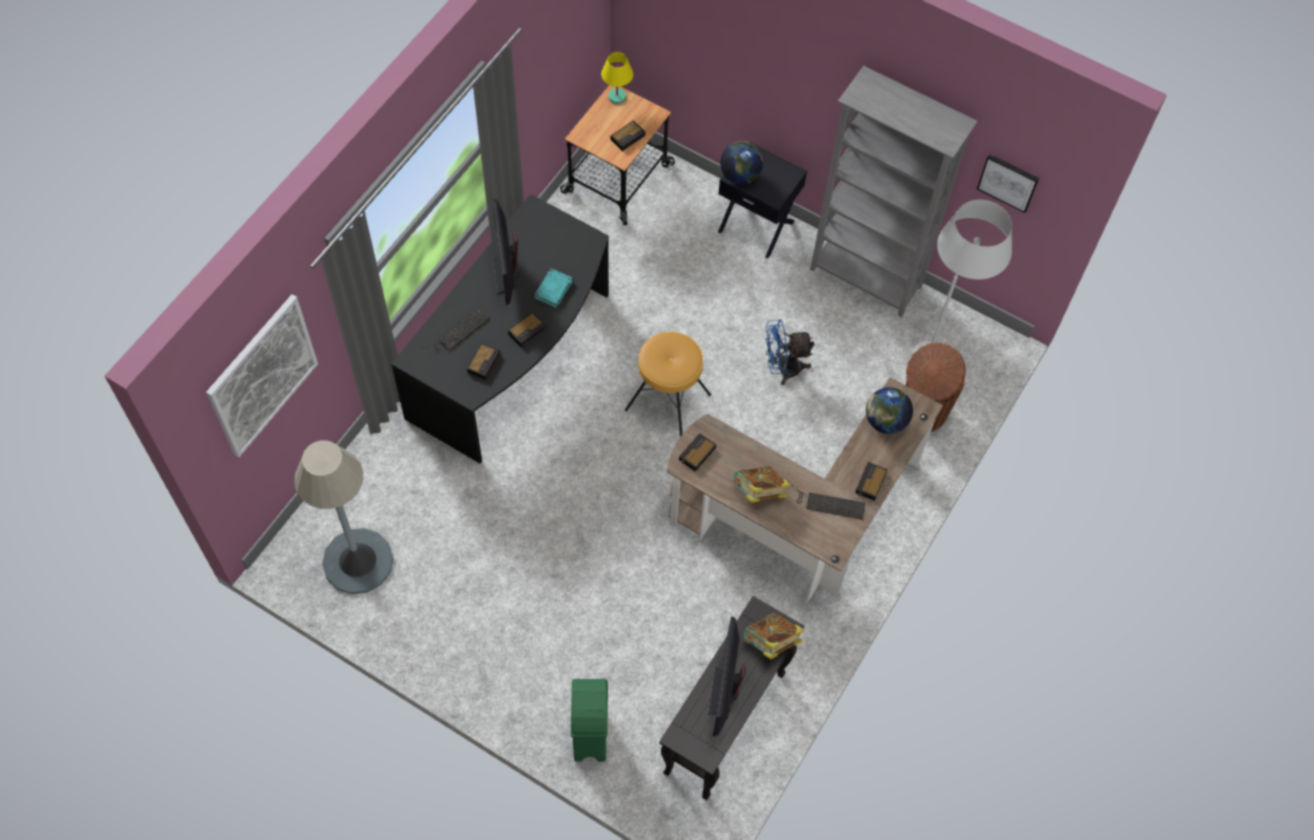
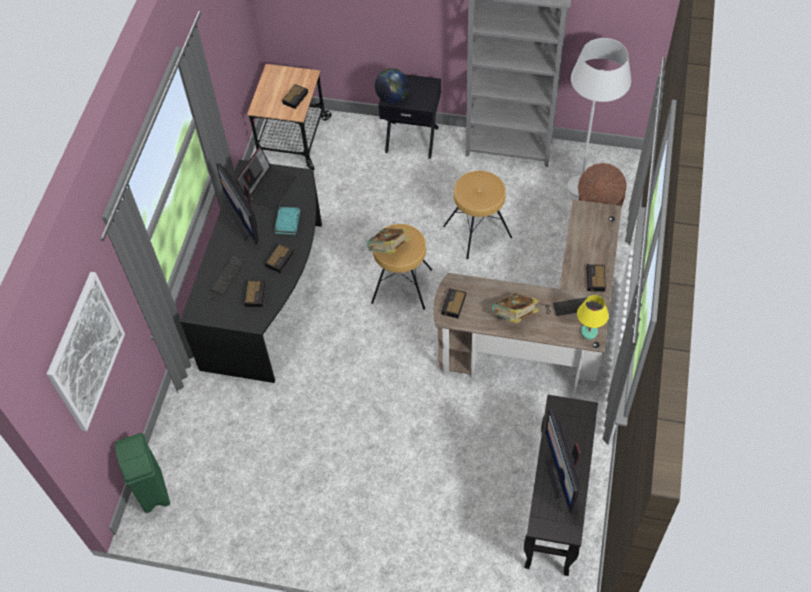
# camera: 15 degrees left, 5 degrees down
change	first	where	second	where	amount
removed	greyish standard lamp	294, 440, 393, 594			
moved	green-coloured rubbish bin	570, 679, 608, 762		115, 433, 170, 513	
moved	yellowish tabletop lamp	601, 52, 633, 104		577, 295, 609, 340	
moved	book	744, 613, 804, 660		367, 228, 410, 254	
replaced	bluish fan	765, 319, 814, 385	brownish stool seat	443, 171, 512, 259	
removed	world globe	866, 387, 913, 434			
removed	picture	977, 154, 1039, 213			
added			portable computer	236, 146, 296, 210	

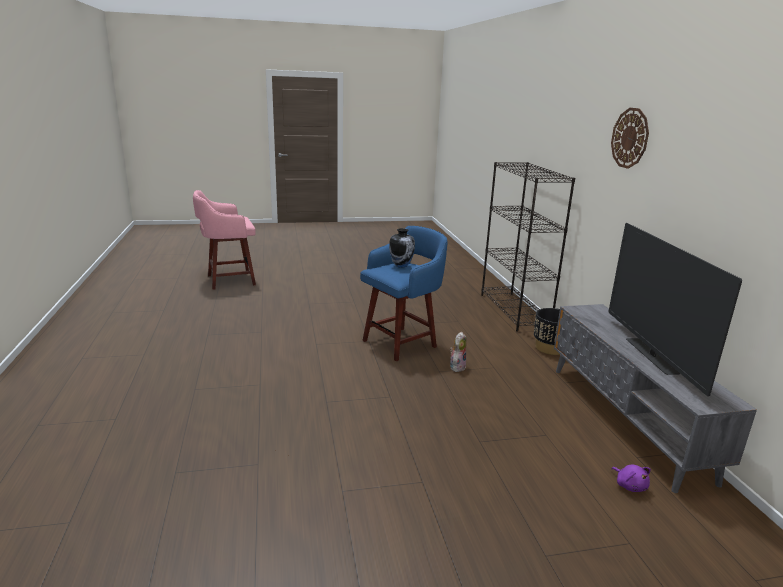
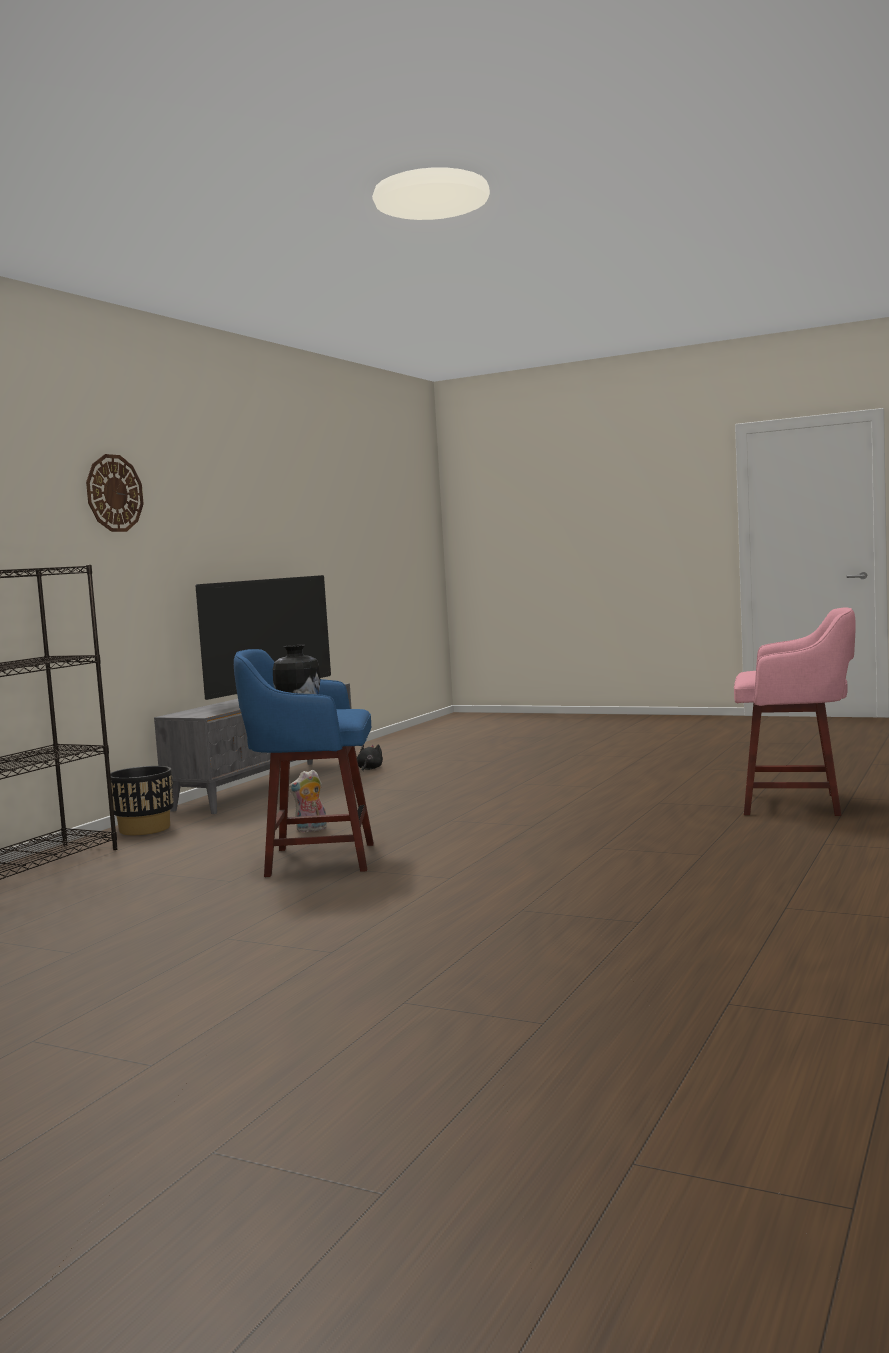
# camera: 140 degrees left, 15 degrees down
change	first	where	second	where	amount
moved	pinkish stool seat	193, 190, 256, 290		734, 608, 856, 816	
recoloured	purple cuddly toy	612, 465, 651, 492	blackish cuddly toy	357, 744, 383, 771	

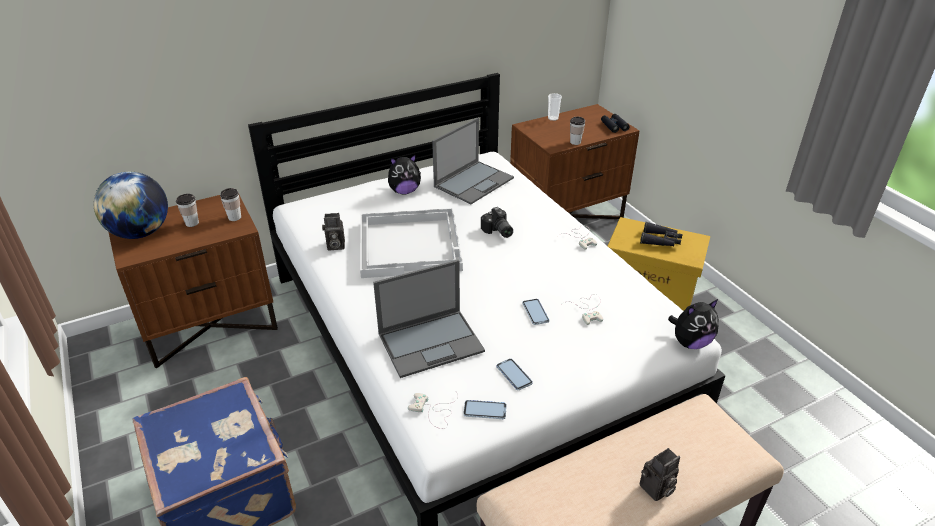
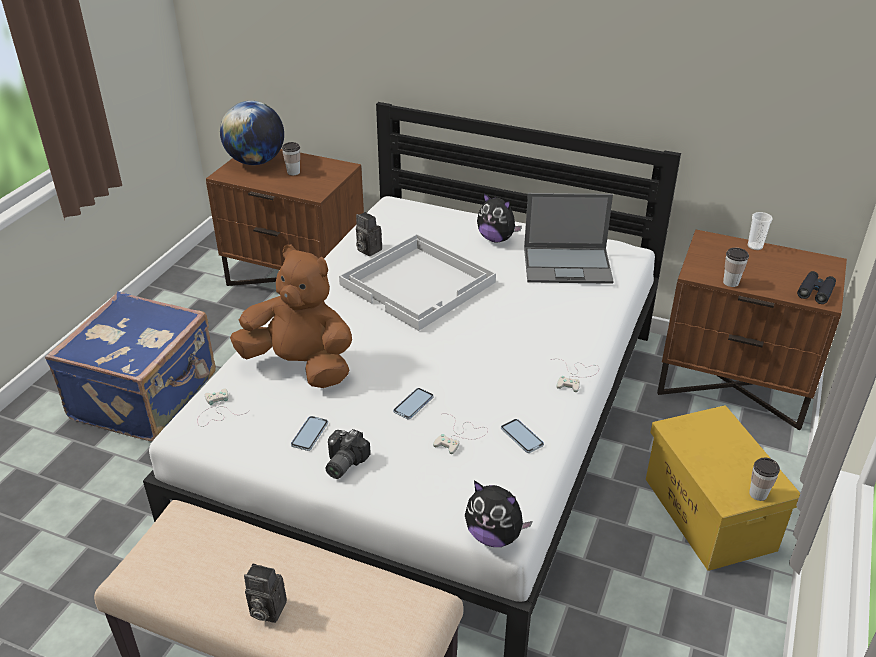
# camera: 50 degrees right, 0 degrees up
change	first	where	second	where	amount
moved	drinking cup	220, 188, 241, 221		749, 458, 780, 501	
replaced	portable computer	373, 260, 485, 378	brownish cuddly toy	230, 245, 352, 388	
moved	handset	463, 400, 507, 419		501, 419, 544, 453	
moved	photo camera	481, 207, 513, 238		325, 429, 371, 479	
removed	blackish pair of binoculars	640, 222, 683, 247			

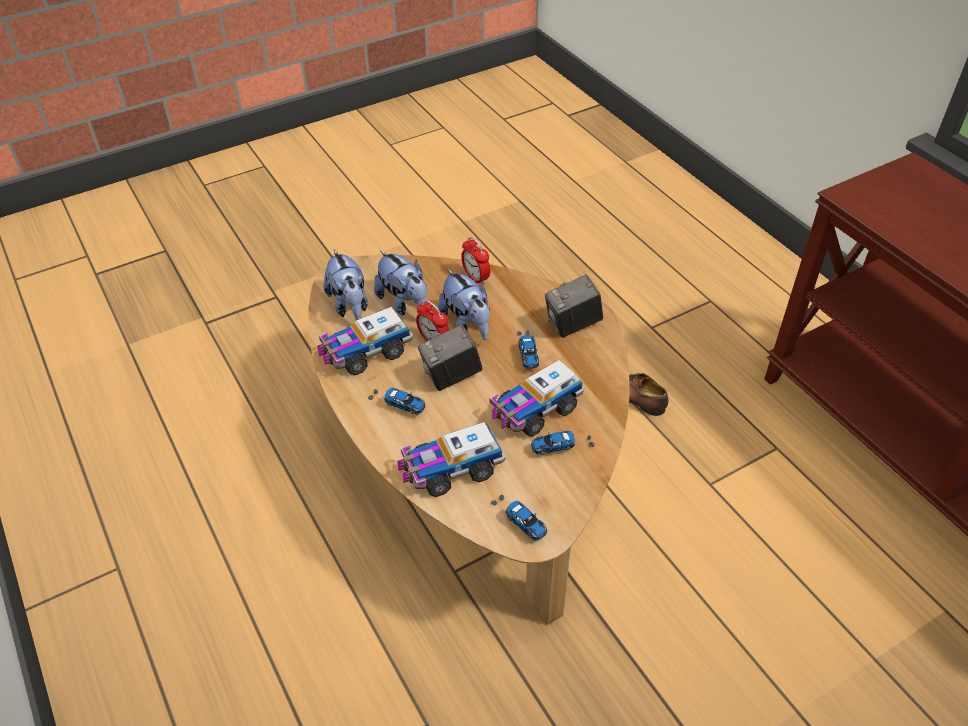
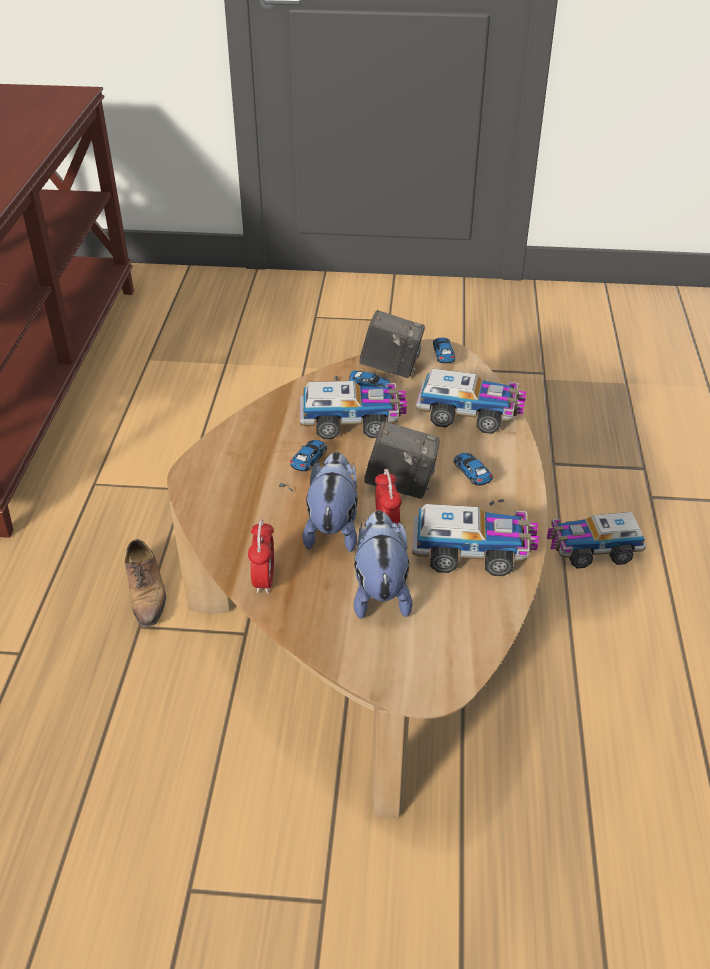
# camera: 145 degrees left, 5 degrees down
change	first	where	second	where	amount
removed	cuddly toy	323, 249, 368, 320			
moved	photo camera	545, 275, 603, 338		360, 310, 425, 378	
added			model truck	547, 512, 646, 569	

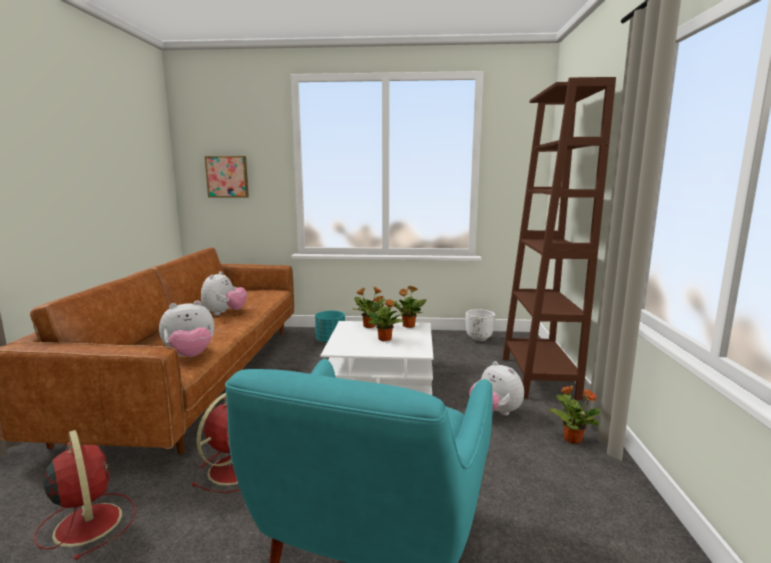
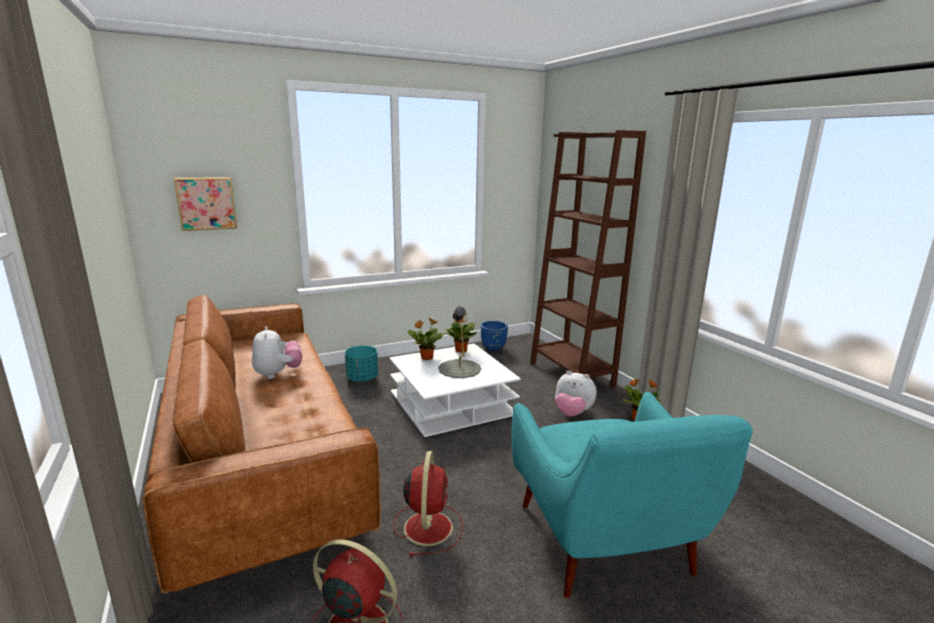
# camera: 30 degrees left, 5 degrees up
change	first	where	second	where	amount
removed	cuddly toy	159, 300, 214, 357			
replaced	potted plant	366, 296, 404, 341	greyish tabletop lamp	438, 307, 481, 378	
recoloured	white-coloured flower pot	465, 309, 495, 341	bluish flower pot	481, 321, 508, 351	

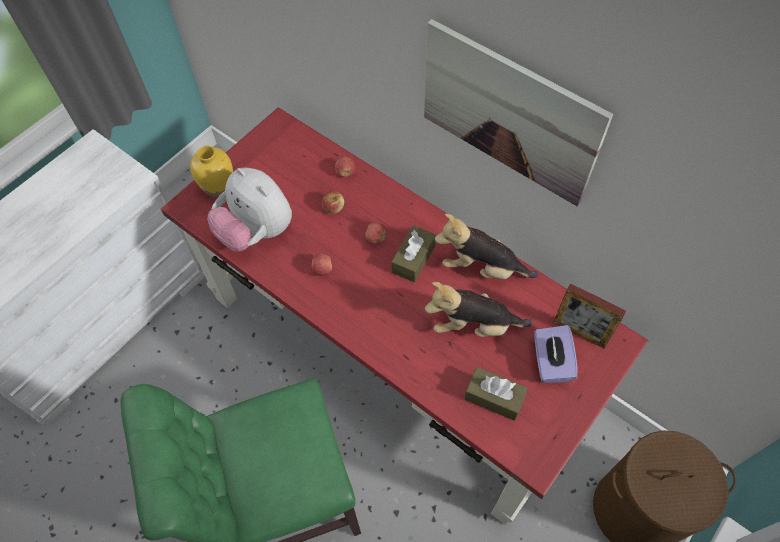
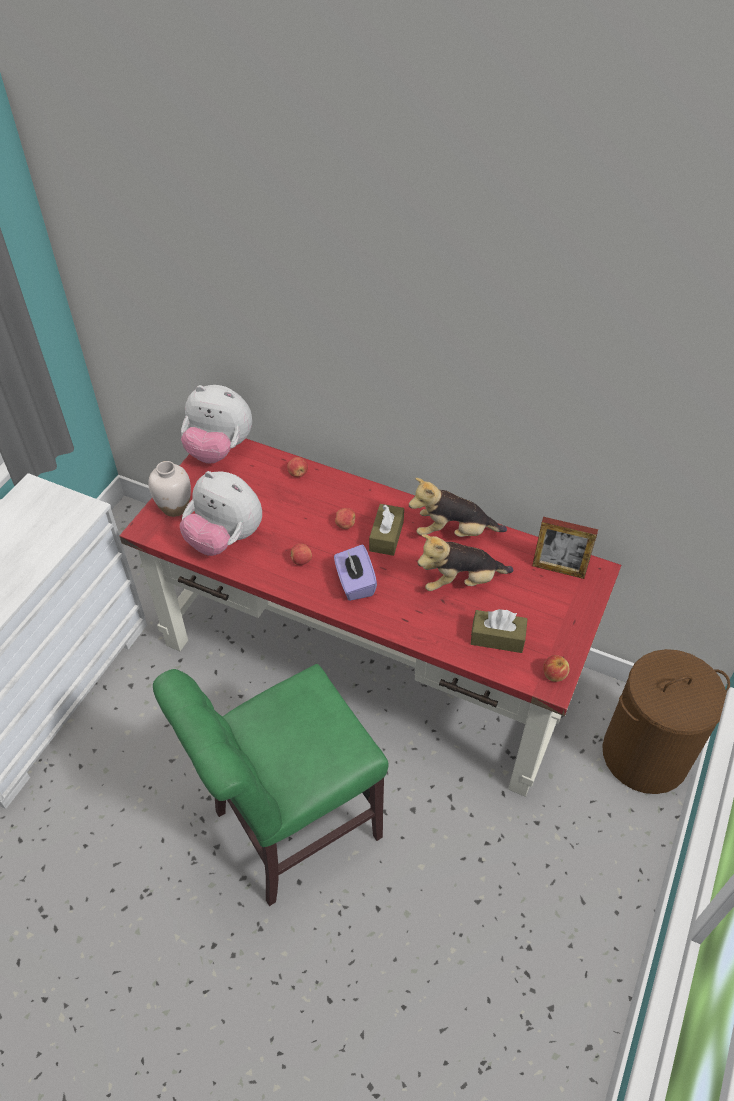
# camera: 15 degrees left, 10 degrees down
change	first	where	second	where	amount
recoloured	yellowish vase	190, 146, 233, 198	white-coloured vase	148, 461, 191, 517	
moved	apple fruit	322, 191, 344, 214		543, 655, 569, 682	
removed	picture	424, 19, 613, 206			
moved	purple tissue holder	535, 325, 578, 383		334, 545, 377, 601	
added			cuddly toy	181, 385, 252, 464	

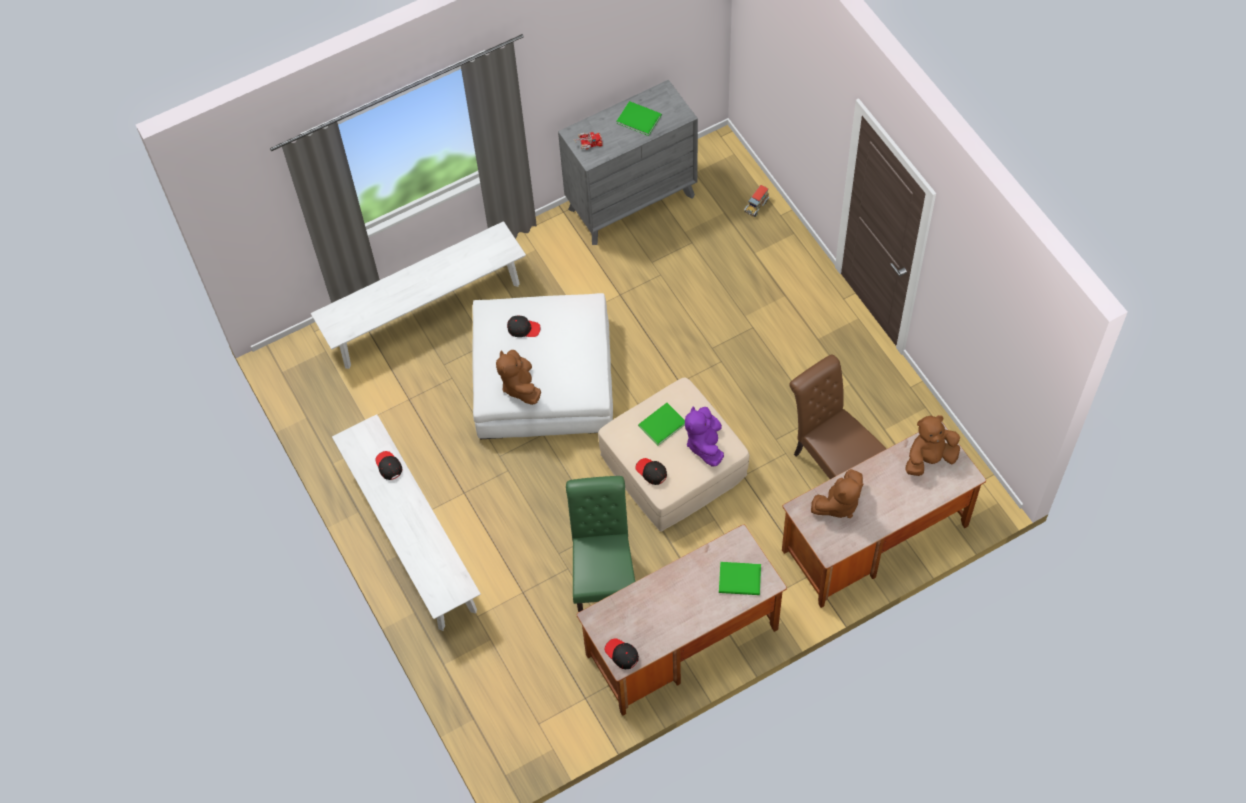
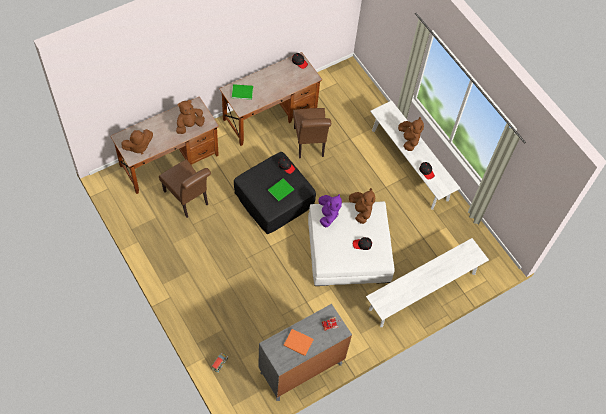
# camera: 170 degrees right, 0 degrees up
change	first	where	second	where	amount
recoloured	green-coloured plain chair	566, 476, 635, 612	brownish plain chair	293, 108, 331, 159	
recoloured	sand-coloured ottoman	598, 377, 749, 532	blackish ottoman	234, 152, 316, 234	
recoloured	green-coloured book	617, 101, 662, 136	orange book	283, 329, 313, 356	
moved	purple cuddly toy	685, 406, 724, 466		318, 194, 342, 227	
added			brownish cuddly toy	398, 117, 424, 151	

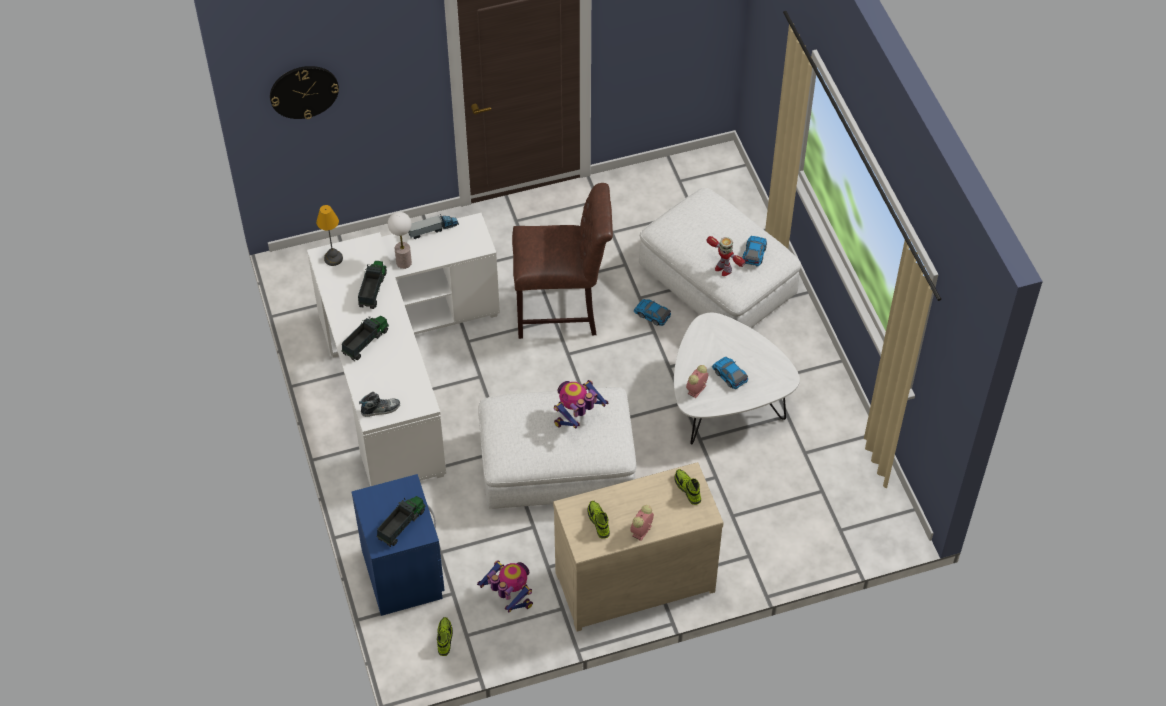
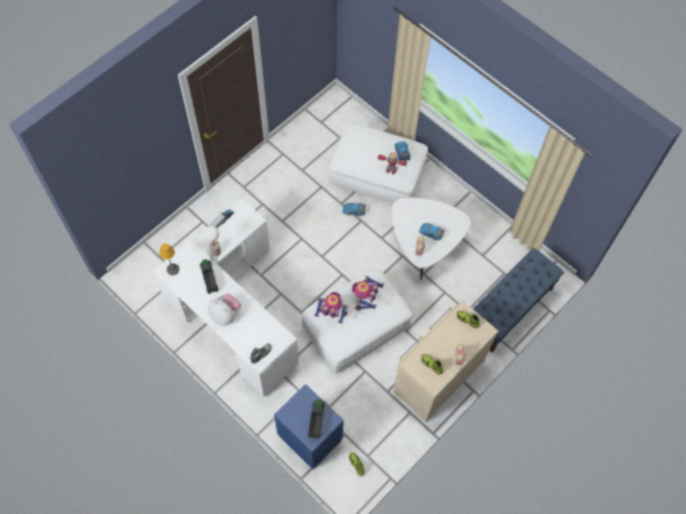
# camera: 30 degrees left, 10 degrees up
change	first	where	second	where	amount
removed	hanging clock	270, 66, 339, 119			
replaced	model truck	341, 316, 389, 361	cuddly toy	208, 294, 241, 326	
moved	toy robot	477, 560, 533, 612		314, 292, 349, 324	
removed	brownish plain chair	512, 183, 613, 339			
added			bluish long seat	473, 248, 564, 353	

